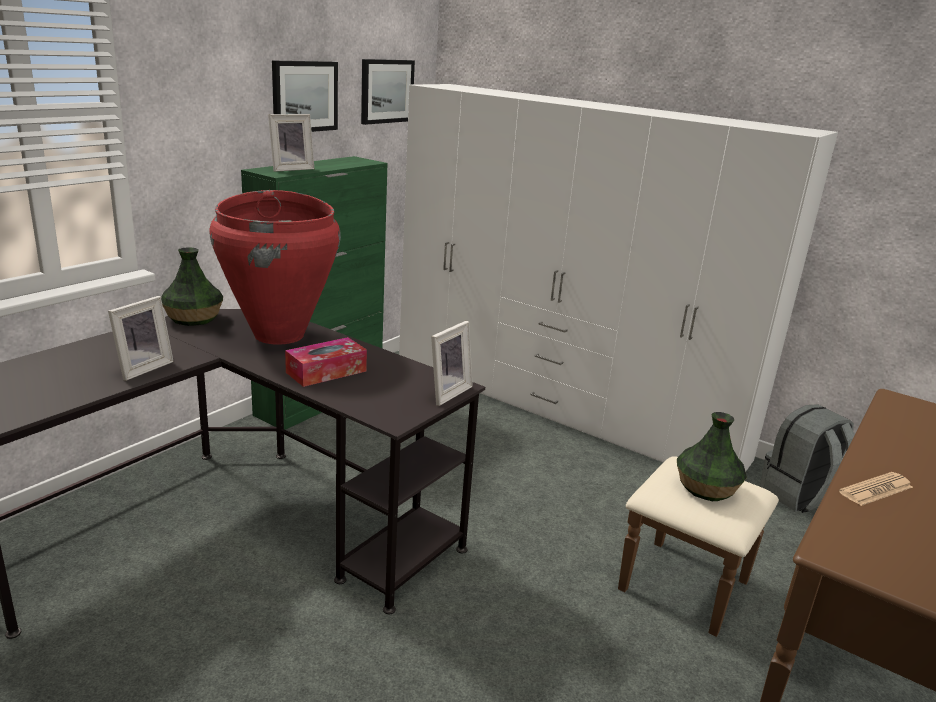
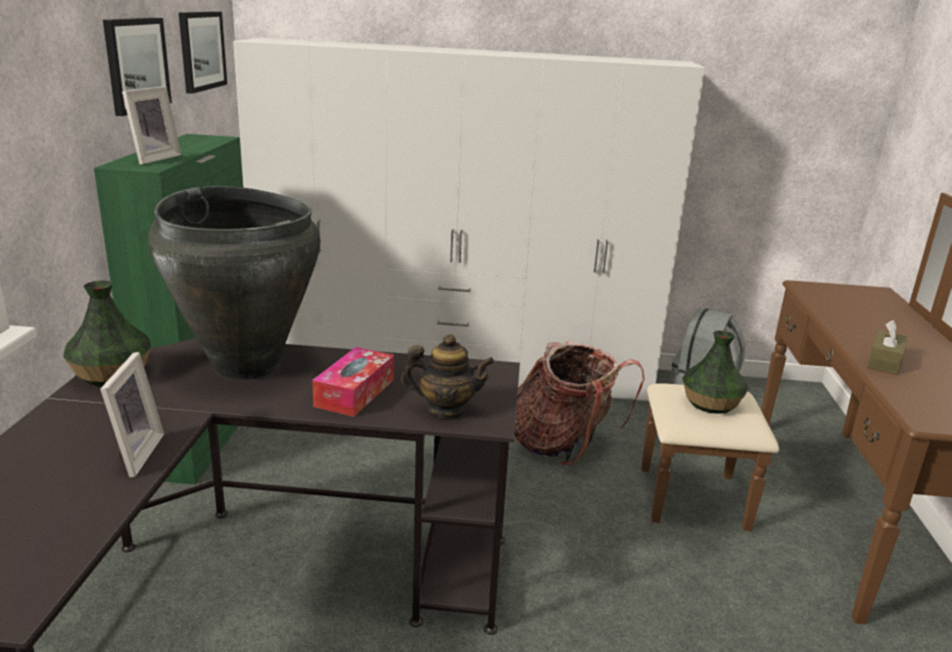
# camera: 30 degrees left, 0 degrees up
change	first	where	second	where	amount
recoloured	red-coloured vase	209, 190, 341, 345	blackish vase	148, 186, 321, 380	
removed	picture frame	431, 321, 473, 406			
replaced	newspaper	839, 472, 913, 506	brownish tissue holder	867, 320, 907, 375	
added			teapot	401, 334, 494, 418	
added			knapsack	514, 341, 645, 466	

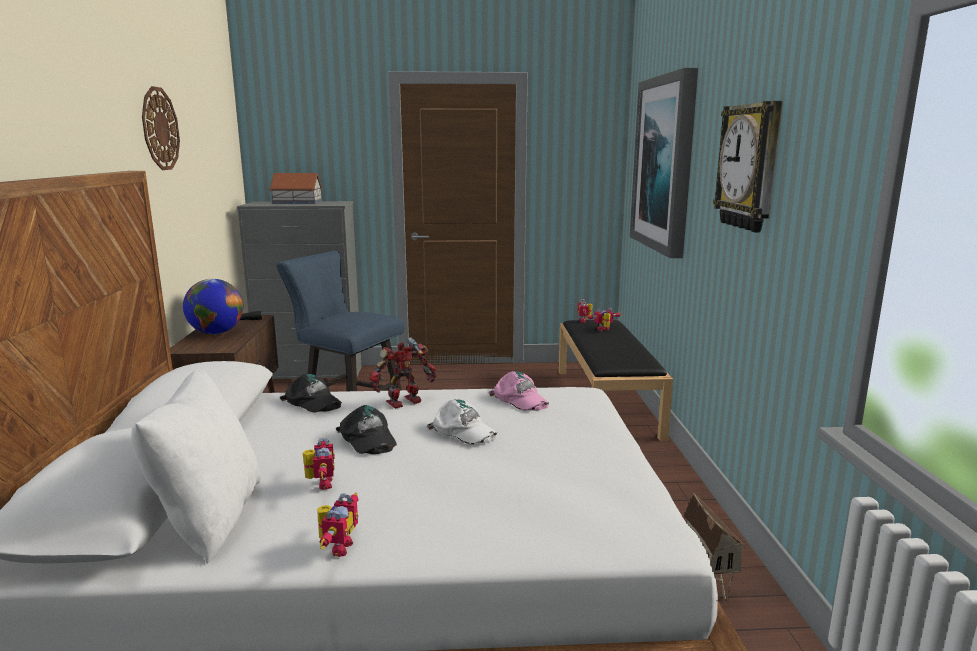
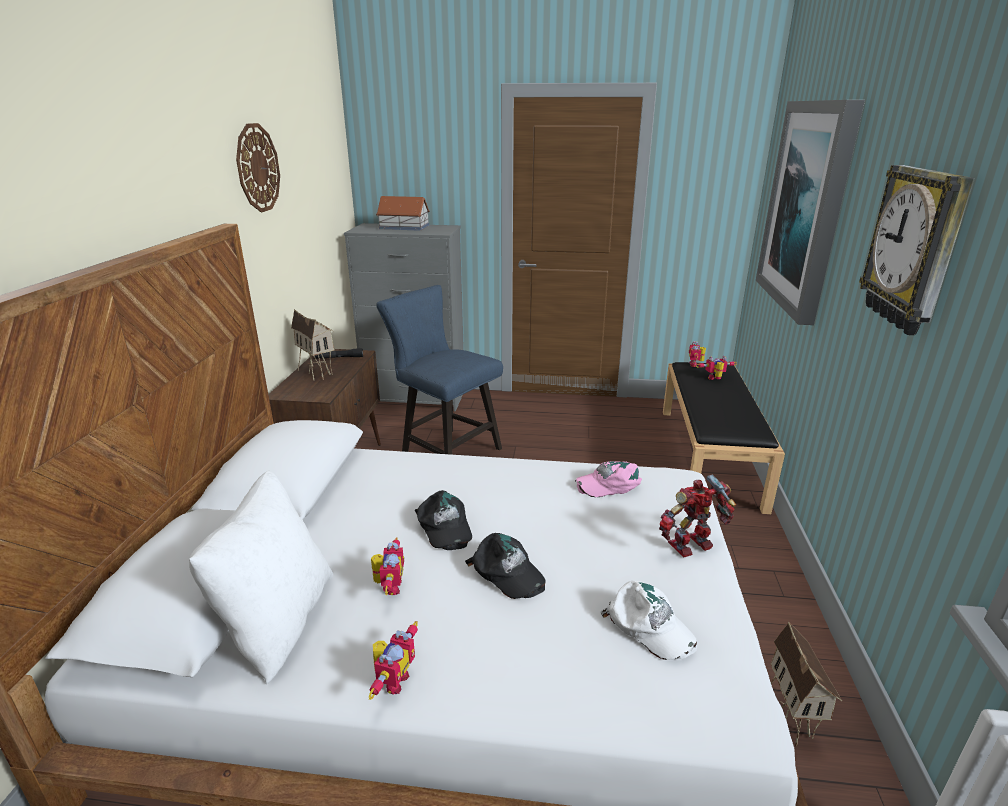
# camera: 10 degrees right, 10 degrees up
change	first	where	second	where	amount
replaced	world globe	183, 279, 243, 334	model house	291, 309, 335, 381	
moved	blackish baseball cap	280, 374, 342, 413		465, 533, 546, 599	
moved	toy robot	370, 337, 436, 409		659, 474, 736, 557	
moved	white-coloured baseball cap	427, 399, 497, 444		600, 581, 697, 660	
turned	pinkish baseball cap	489, 371, 549, 411		575, 461, 642, 497	105 degrees clockwise

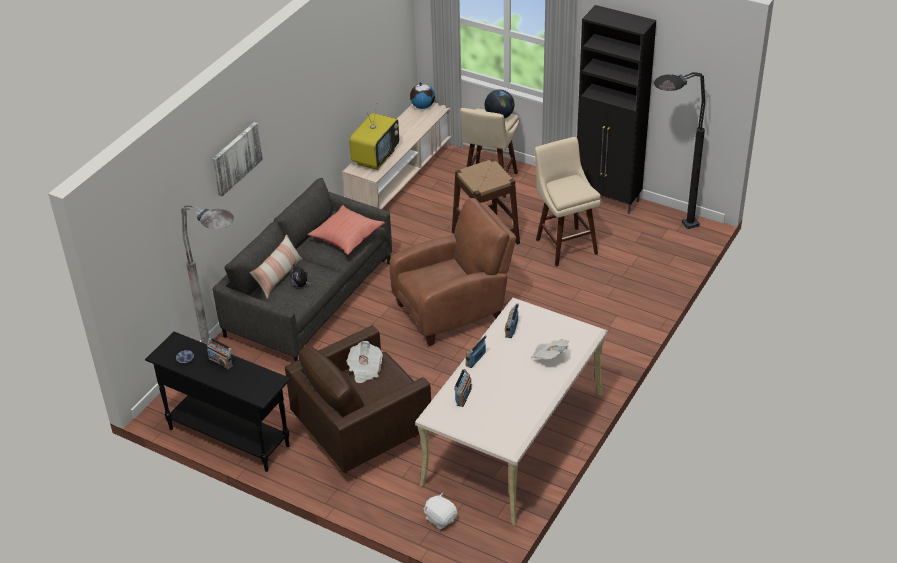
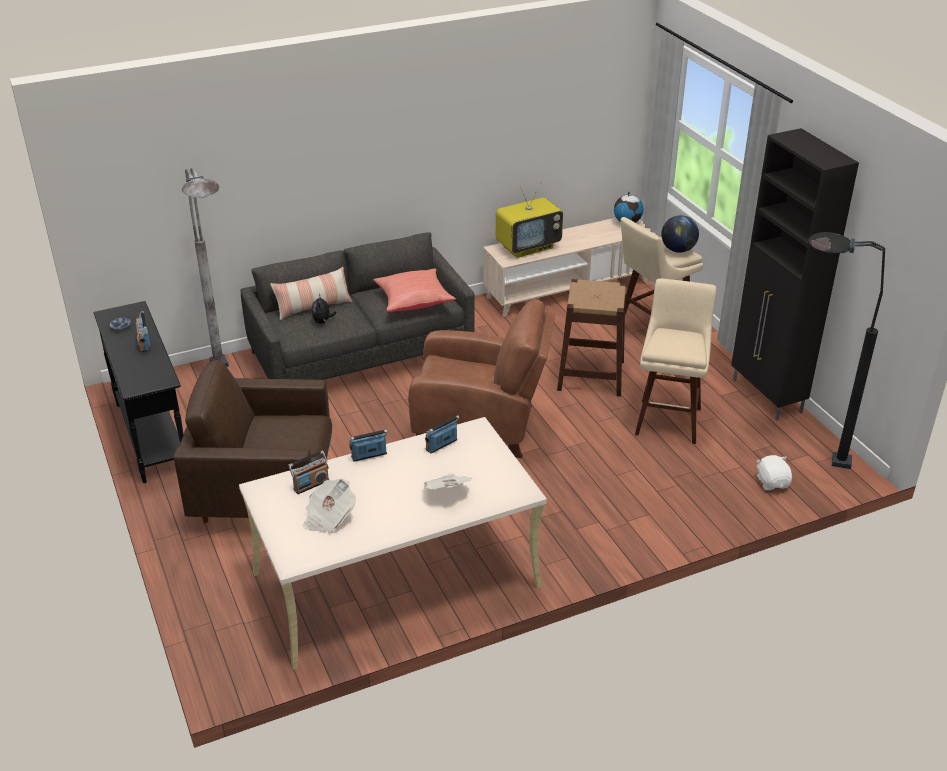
# camera: 35 degrees right, 5 degrees down
change	first	where	second	where	amount
removed	picture	212, 122, 263, 196			
moved	newspaper	346, 341, 383, 383		303, 479, 356, 533	
moved	white-coloured cuddly toy	423, 493, 458, 529		757, 455, 792, 490	

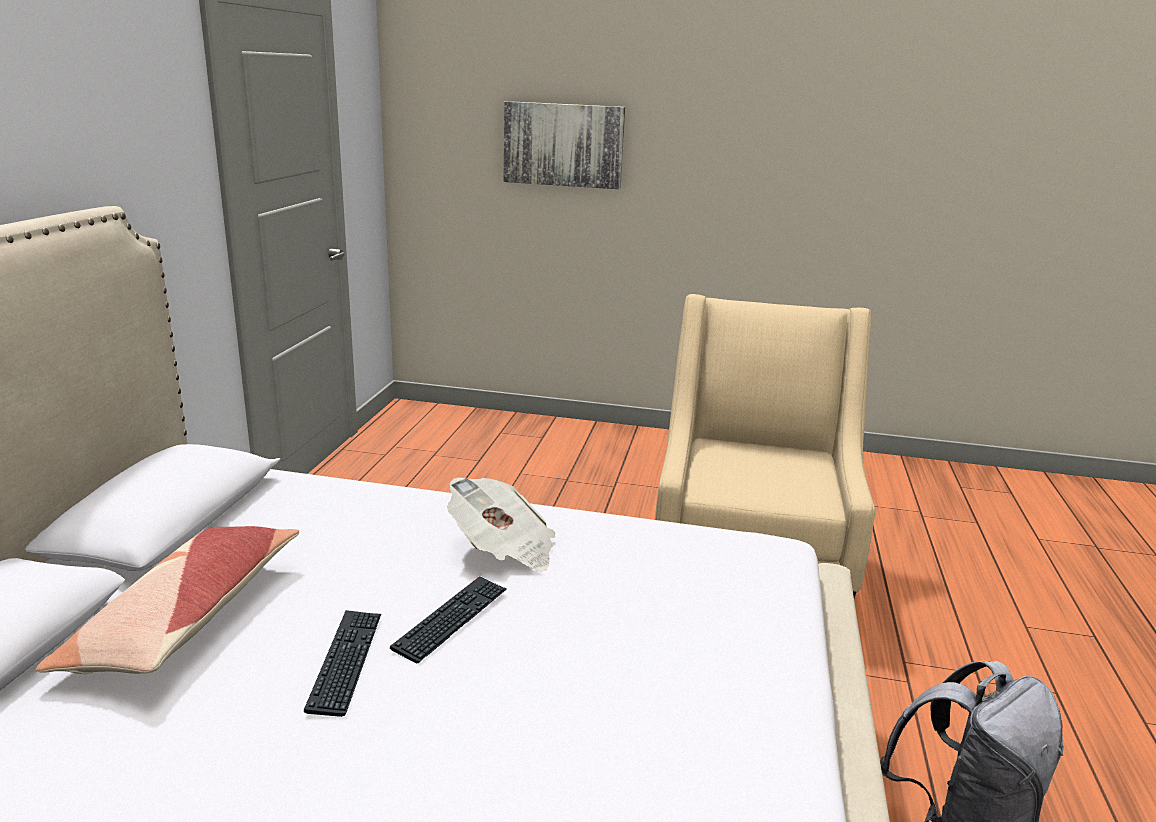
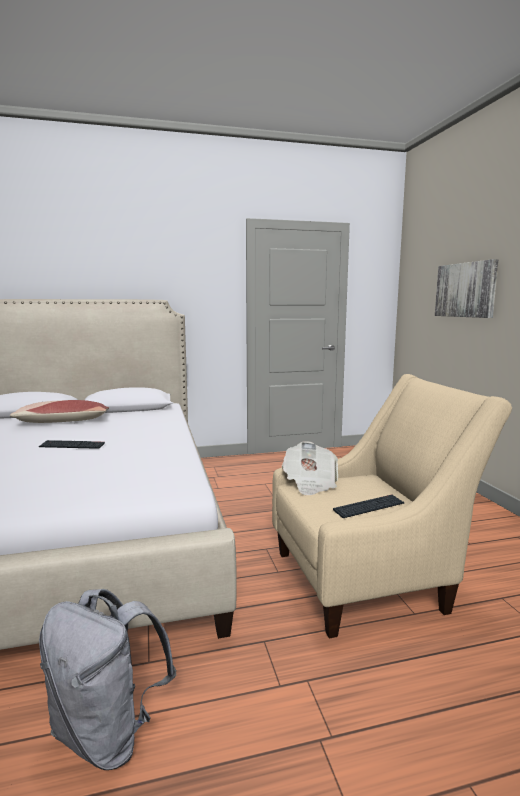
# camera: 65 degrees right, 10 degrees down
change	first	where	second	where	amount
moved	PC keyboard	304, 610, 381, 717		333, 495, 405, 518	
moved	newspaper	447, 477, 555, 572		282, 441, 338, 495	

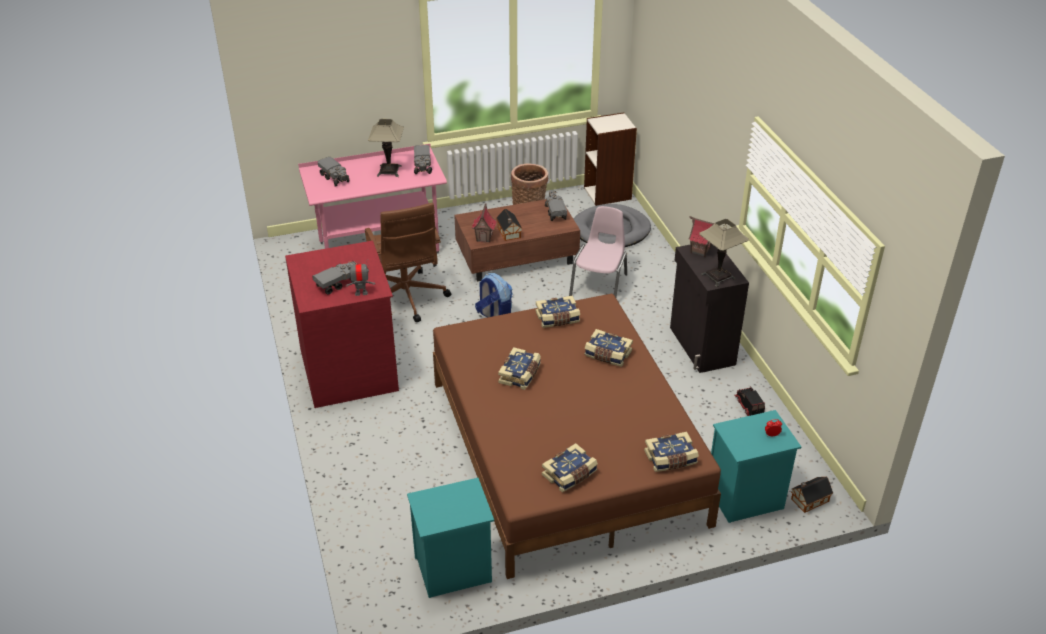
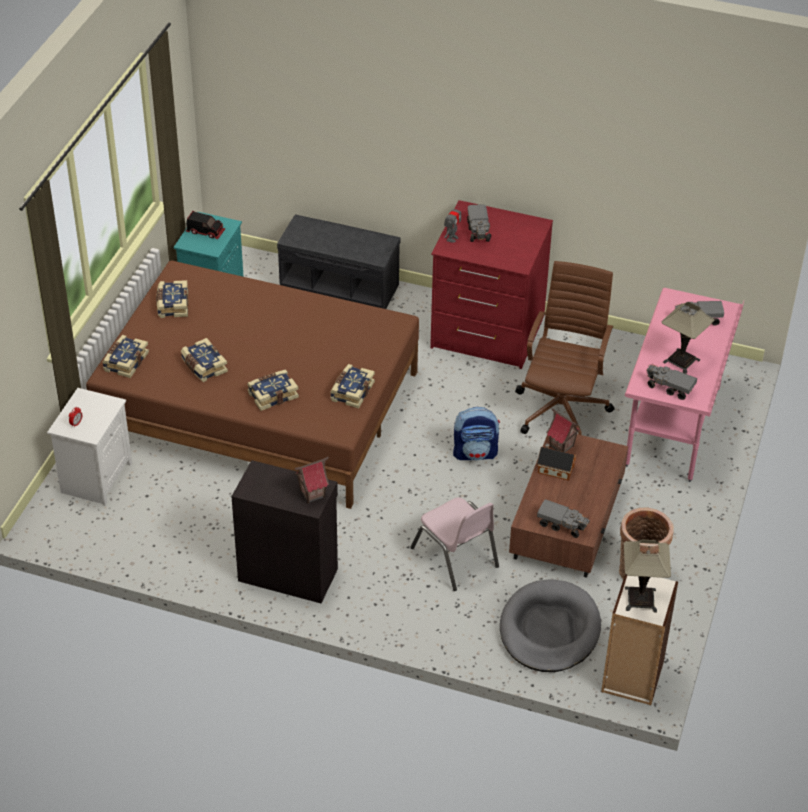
# camera: 125 degrees right, 5 degrees up
change	first	where	second	where	amount
turned	brownish computer chair	365, 203, 451, 322		515, 261, 615, 435	90 degrees clockwise
moved	book	498, 347, 541, 390		181, 338, 228, 382	
moved	tabletop lamp	699, 219, 749, 287		624, 540, 671, 612	
recoloured	turquoise bedside table	711, 410, 801, 523	white-coloured bedside table	47, 388, 132, 506	
moved	model truck	734, 387, 765, 416		186, 211, 225, 239	
removed	model house	791, 477, 833, 513			
added			greyish long seat	277, 215, 400, 309	

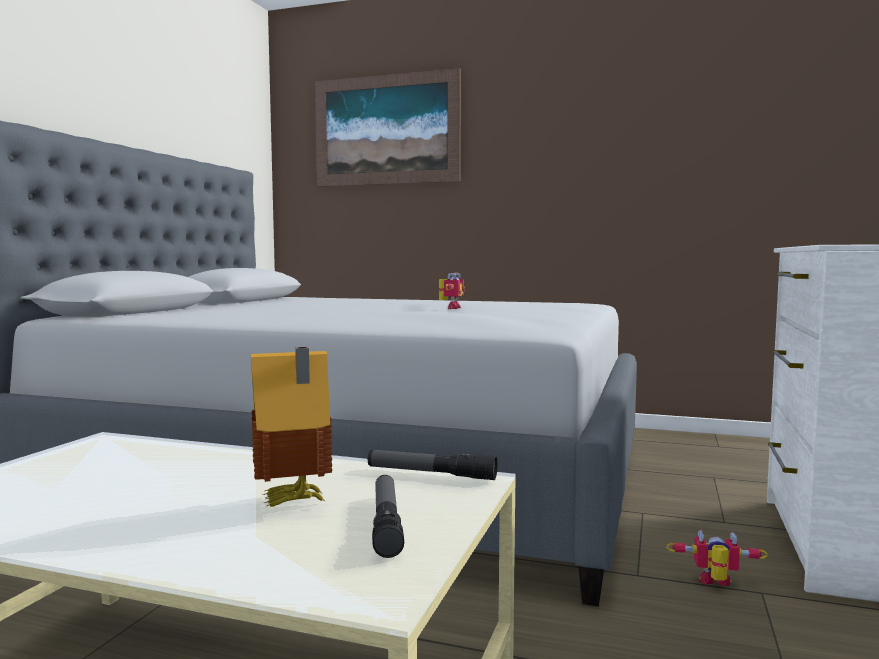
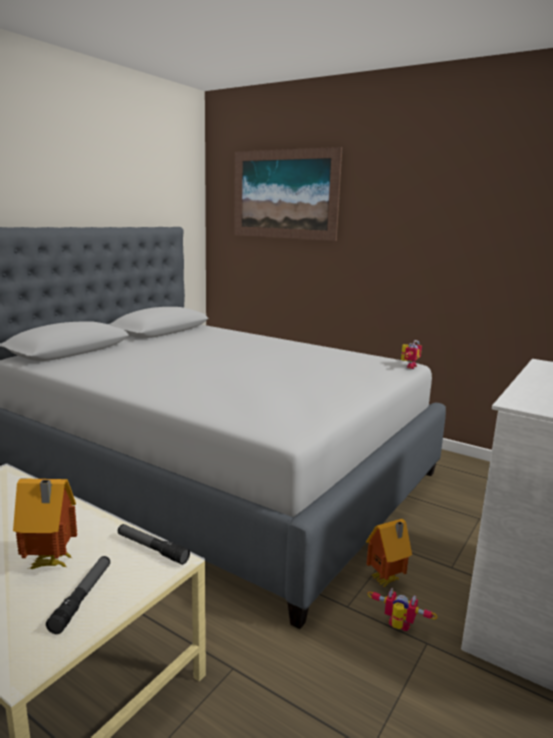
# camera: 15 degrees right, 10 degrees up
change	first	where	second	where	amount
moved	toy robot	439, 272, 465, 309		401, 340, 422, 369	
added			model house	366, 519, 412, 587	

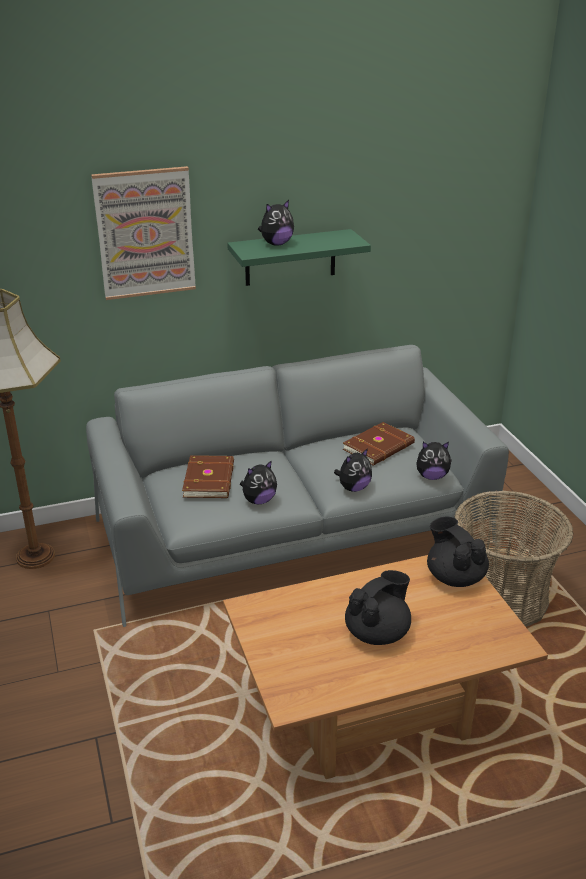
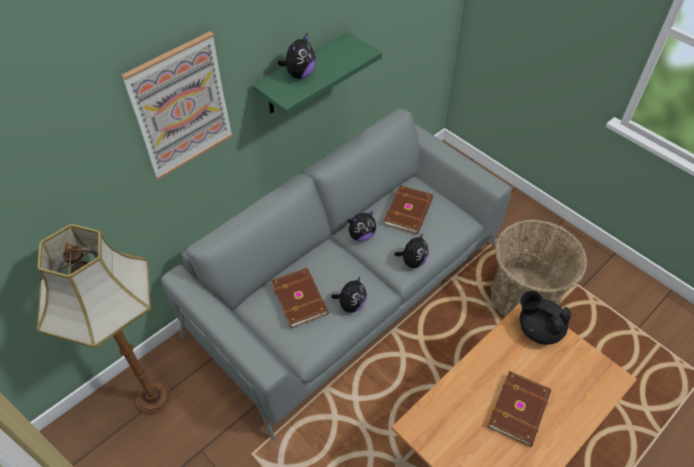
# camera: 25 degrees left, 20 degrees up
change	first	where	second	where	amount
replaced	blackish teapot	345, 570, 411, 645	brownish book	487, 371, 551, 447	
moved	cuddly toy	416, 442, 452, 480		348, 211, 376, 241	

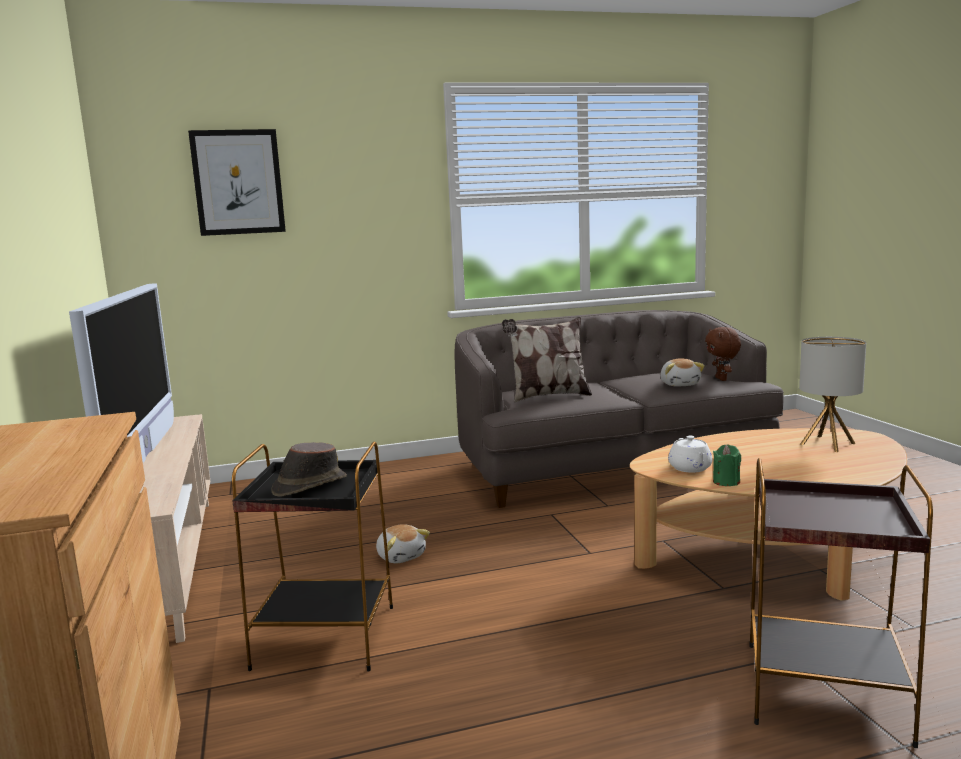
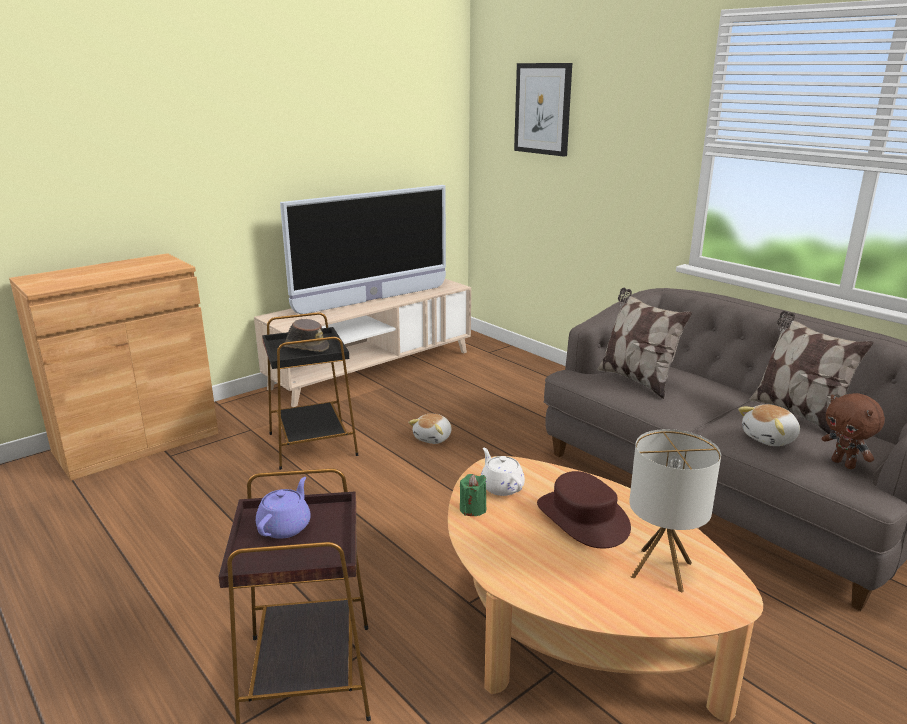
# camera: 65 degrees right, 10 degrees up
change	first	where	second	where	amount
turned	white-coloured teapot	668, 436, 712, 473		481, 448, 525, 496	90 degrees clockwise
turned	brownish cuddly toy	705, 327, 741, 381		822, 393, 885, 469	90 degrees counterclockwise
added			purple teapot	256, 477, 311, 539	
added			brownish hat	537, 471, 631, 549	
added			throw pillow	749, 311, 874, 434	

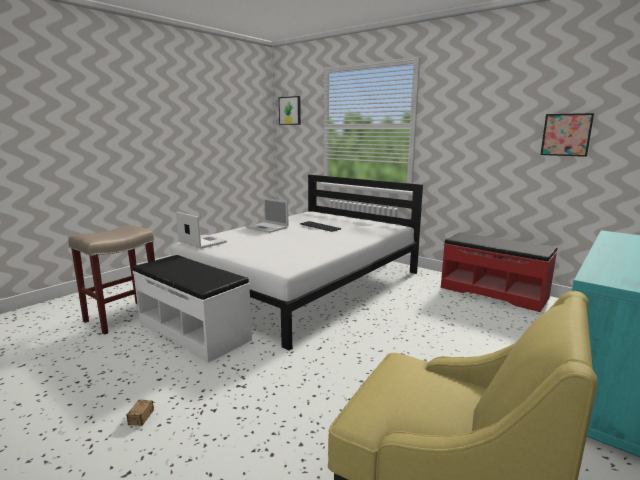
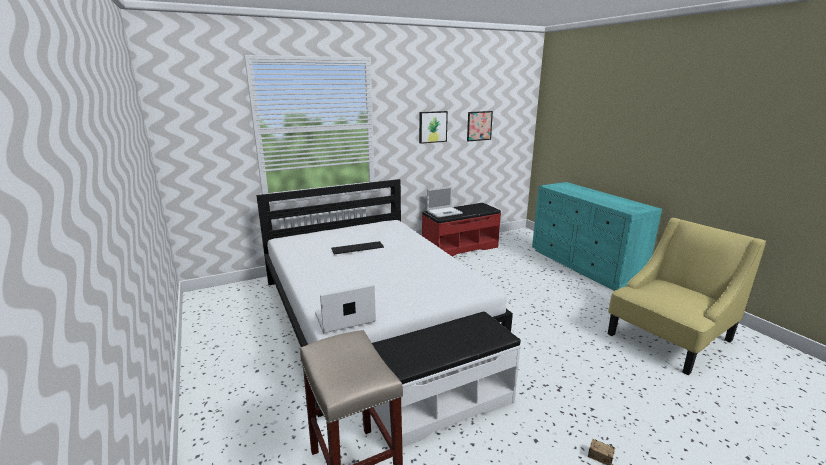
# camera: 65 degrees left, 5 degrees up
change	first	where	second	where	amount
moved	portable computer	246, 198, 289, 233		427, 186, 463, 218	
moved	picture	279, 96, 301, 125		419, 111, 448, 144	

